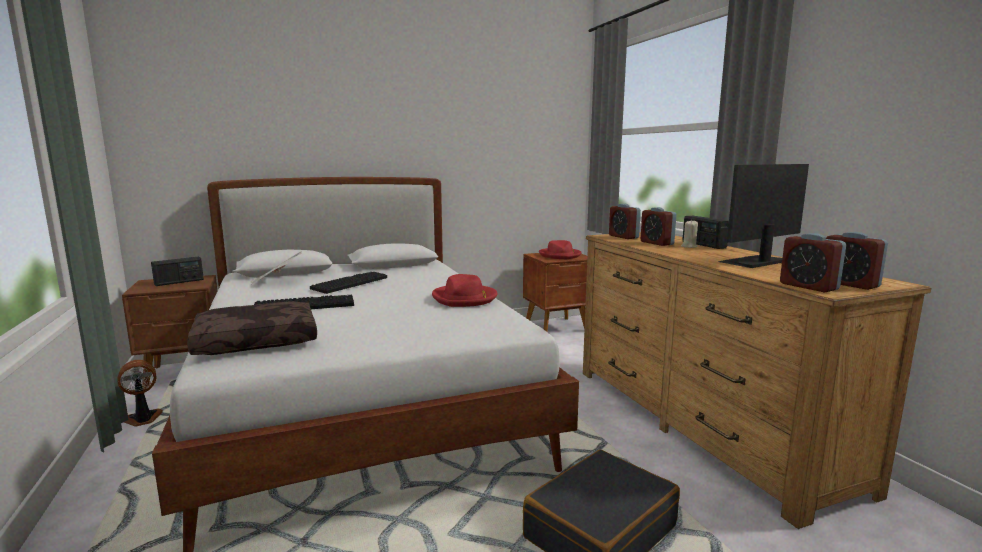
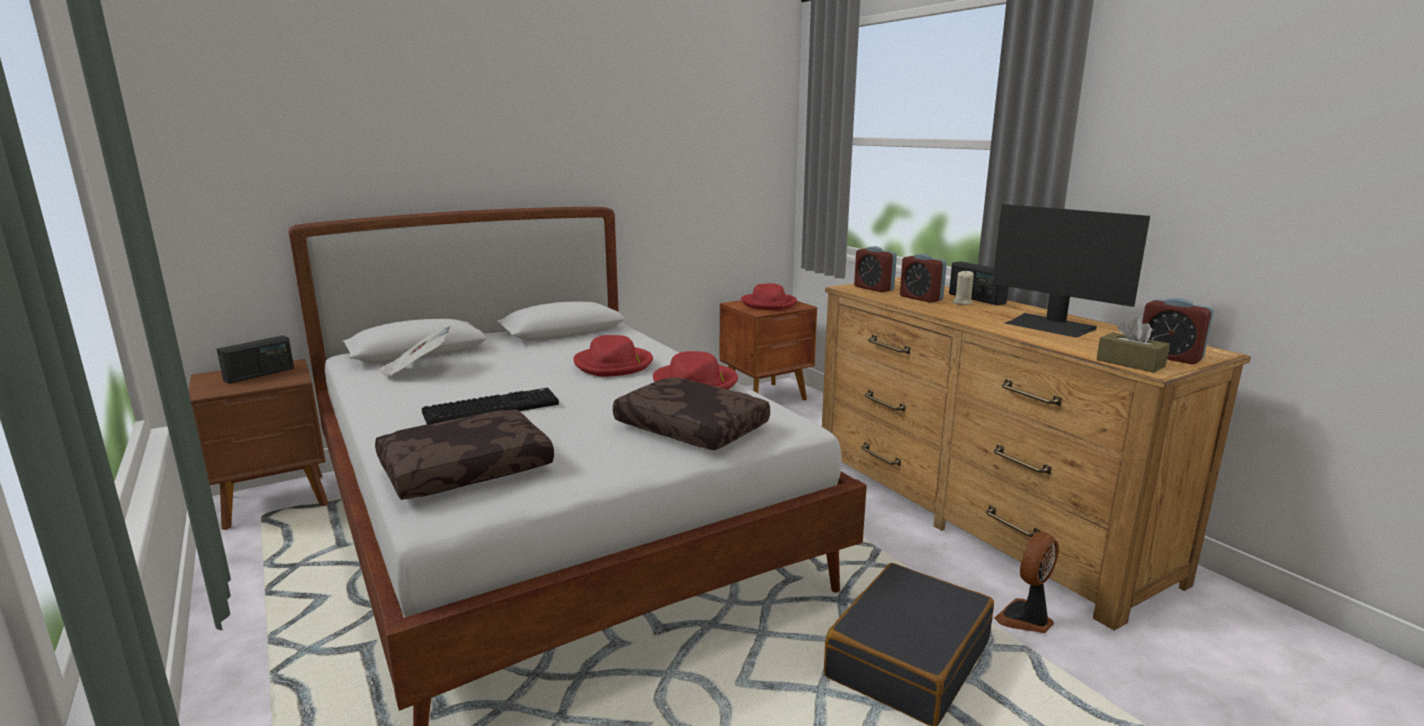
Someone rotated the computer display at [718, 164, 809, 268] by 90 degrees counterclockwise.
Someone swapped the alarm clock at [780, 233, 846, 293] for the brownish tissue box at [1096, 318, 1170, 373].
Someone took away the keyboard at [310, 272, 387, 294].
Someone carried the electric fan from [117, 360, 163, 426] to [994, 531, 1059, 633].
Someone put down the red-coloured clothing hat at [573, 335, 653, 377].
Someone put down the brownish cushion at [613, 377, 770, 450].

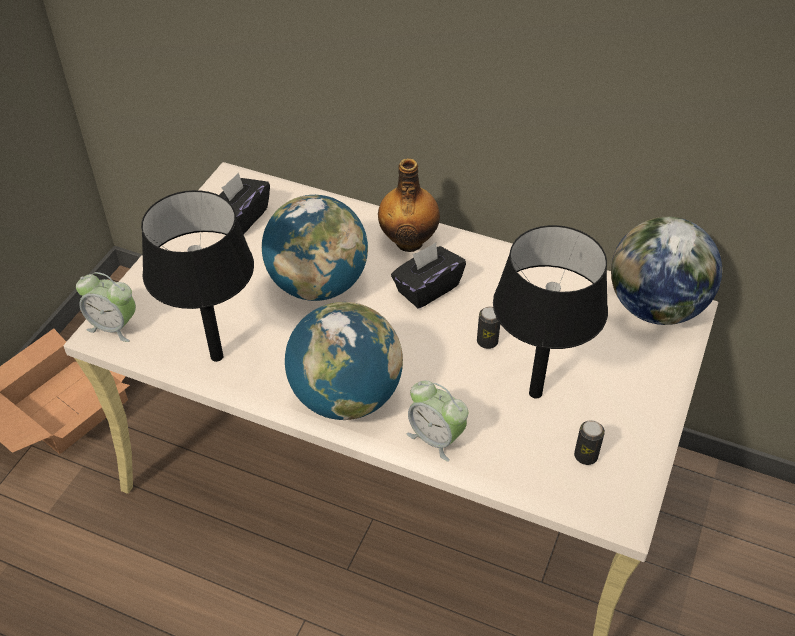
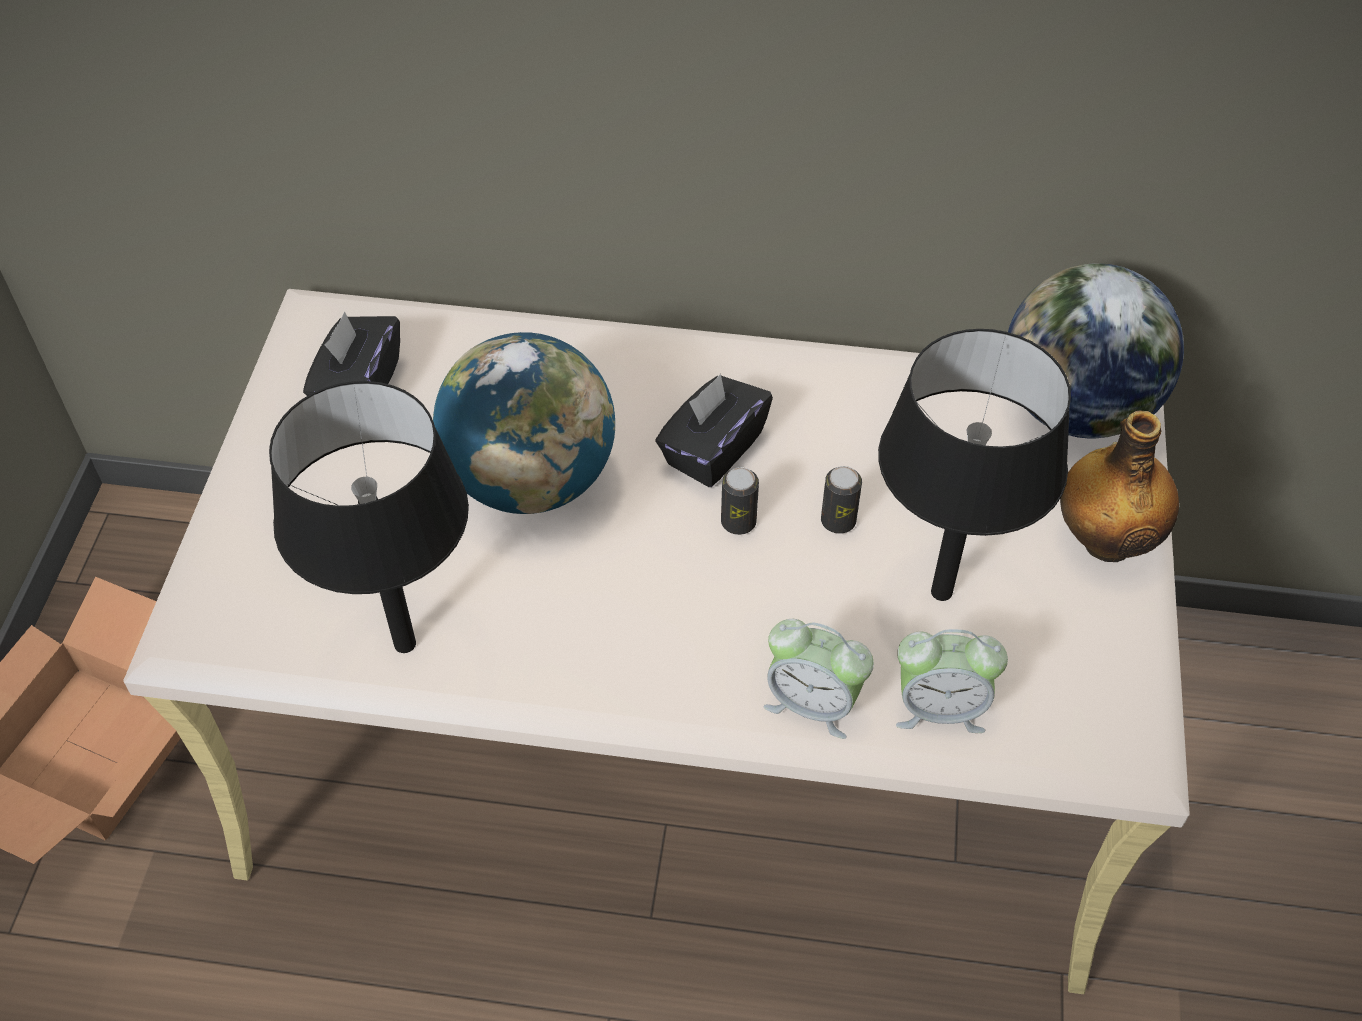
Someone carried the bottle from [378, 158, 440, 252] to [1060, 411, 1179, 562].
Someone carried the alarm clock from [76, 272, 136, 342] to [896, 629, 1008, 733].
Someone took away the desk globe at [285, 302, 403, 420].
Someone carried the can from [574, 420, 605, 465] to [721, 467, 759, 535].

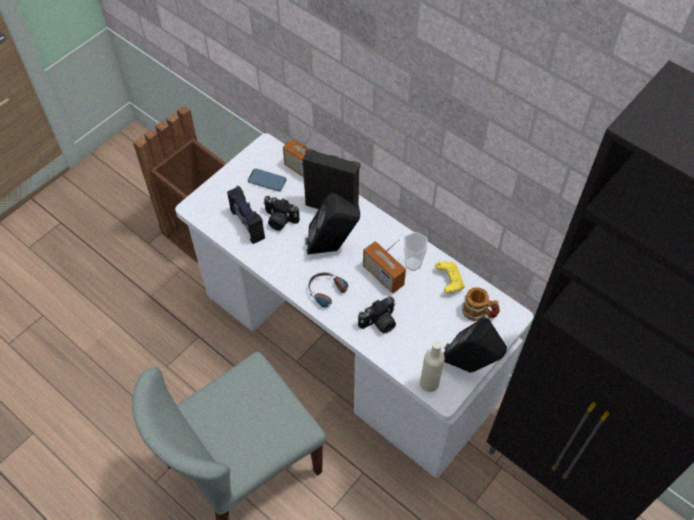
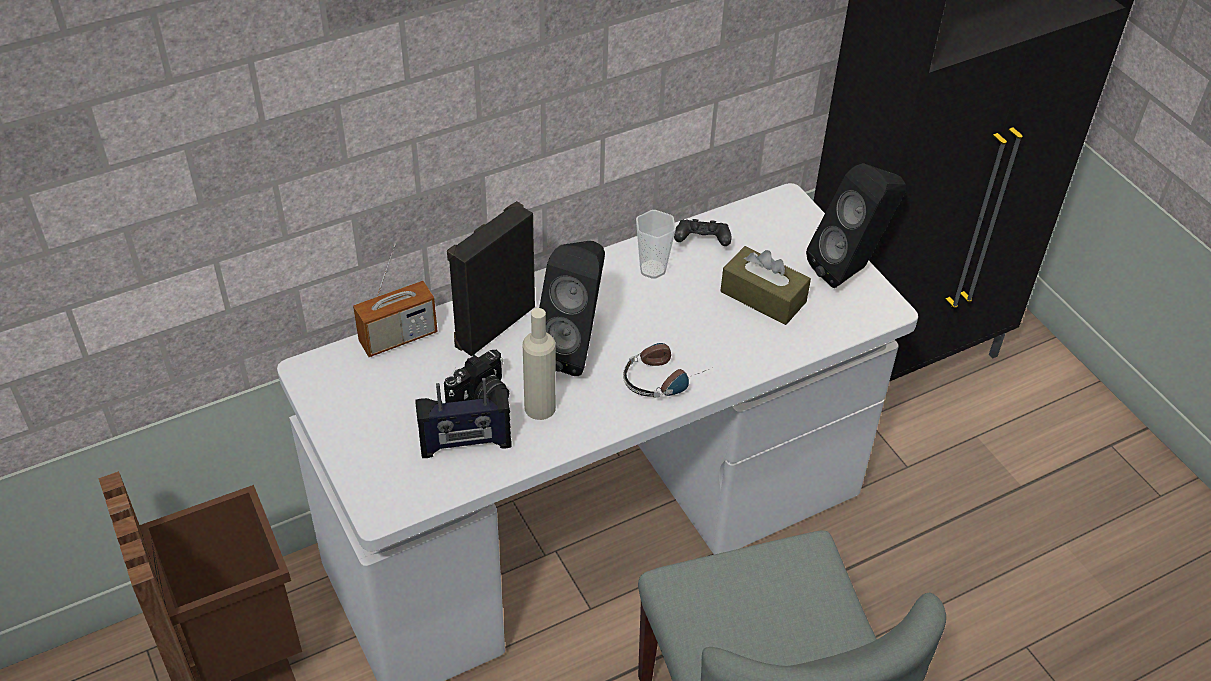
Someone took away the phone at [248, 168, 286, 192].
Someone took away the radio receiver at [363, 239, 406, 294].
Someone repainted the yellow-coloured joypad at [435, 261, 465, 293], which became the black joypad at [674, 219, 731, 246].
Someone took away the tea mug at [462, 287, 500, 321].
Someone took away the photo camera at [358, 297, 396, 334].
Someone carried the sand-coloured bottle from [420, 341, 445, 392] to [523, 308, 556, 420].
Someone put down the brownish tissue box at [720, 246, 811, 325].

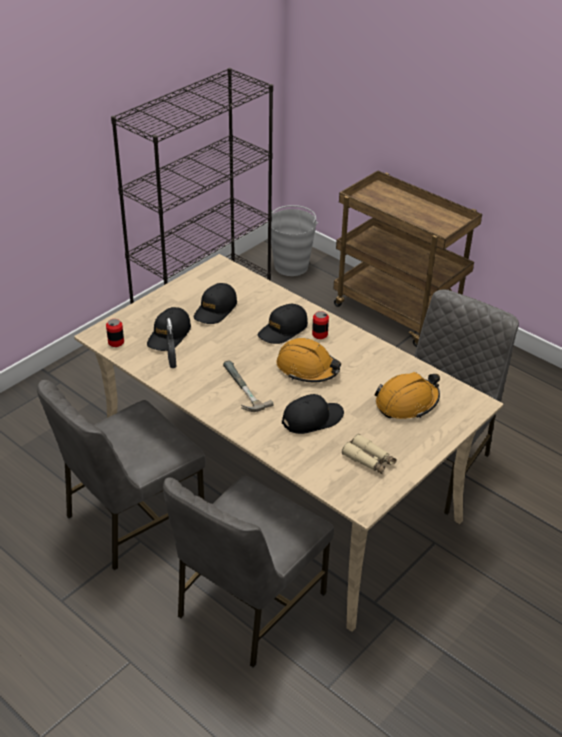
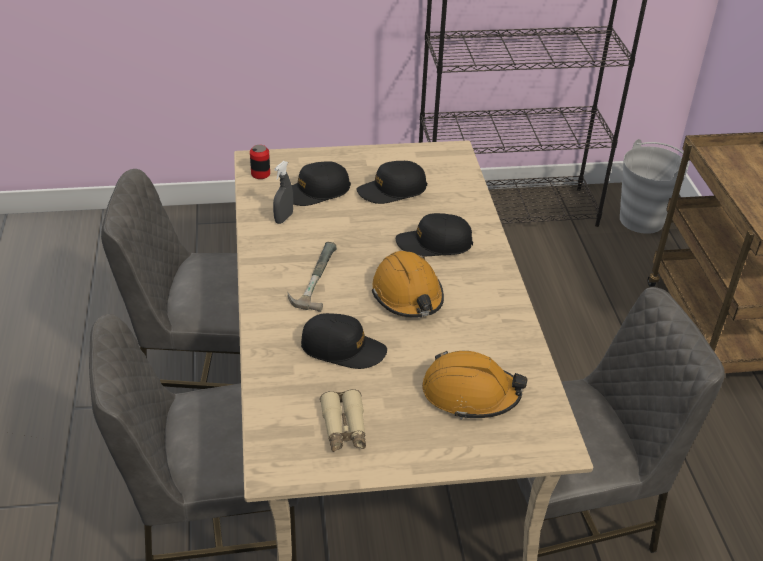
Someone took away the can at [312, 311, 329, 339].

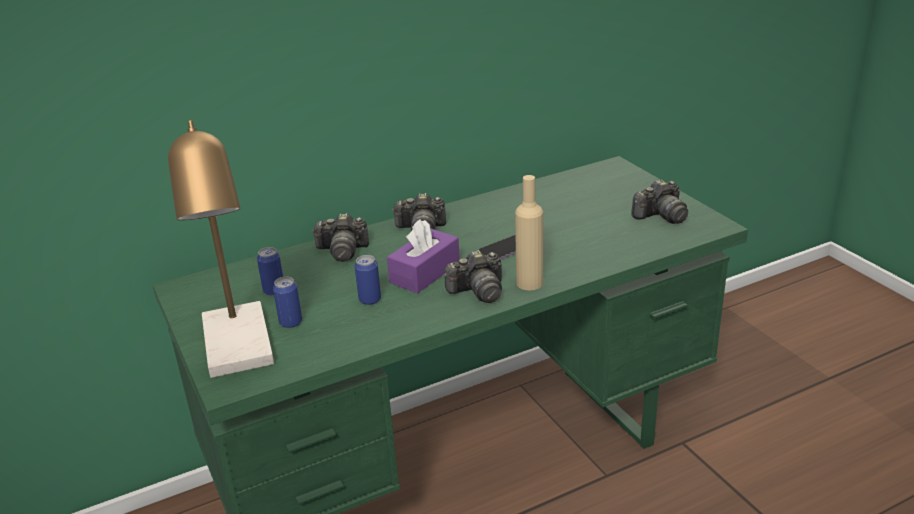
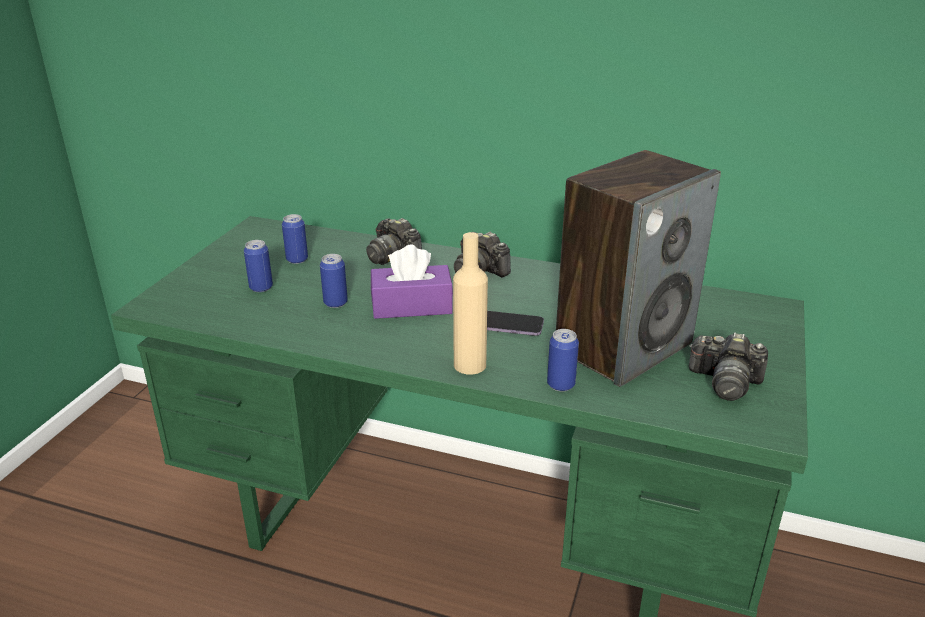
Someone took away the table lamp at [168, 120, 274, 378].
Someone took away the photo camera at [444, 250, 502, 303].
Someone put down the loudspeaker at [556, 150, 721, 387].
Someone put down the can at [547, 329, 579, 391].

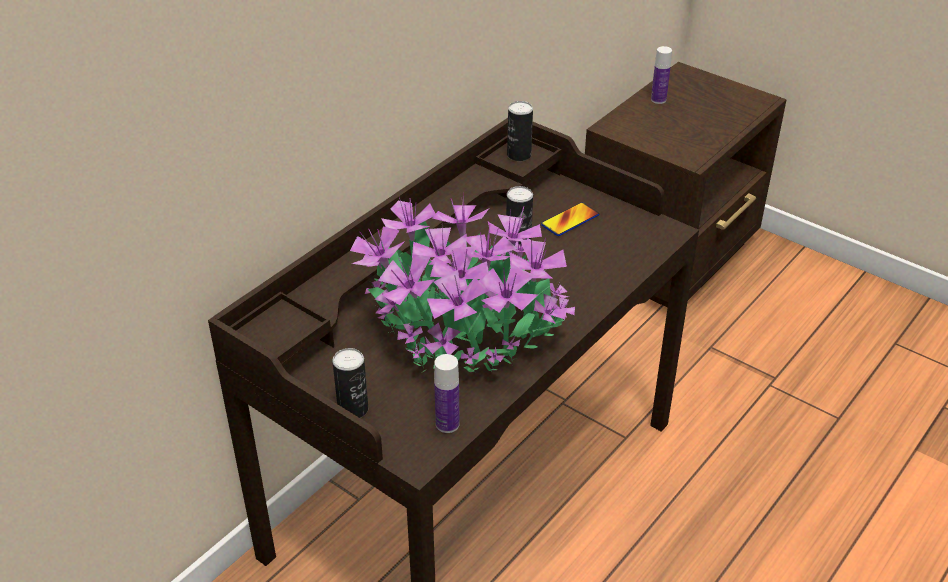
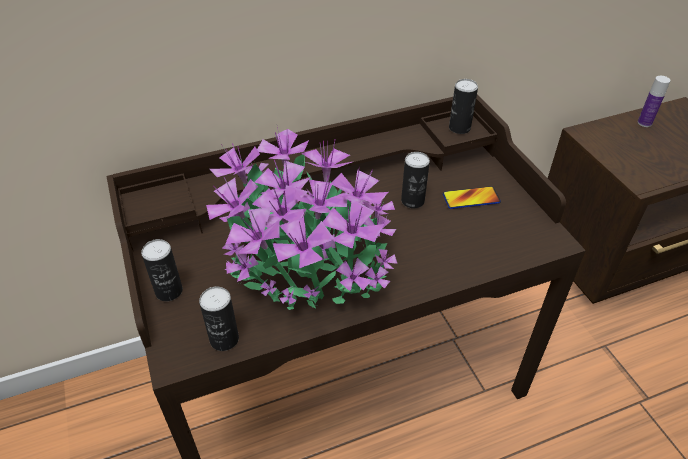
Someone swapped the bottle at [434, 354, 459, 433] for the can at [199, 286, 239, 351].

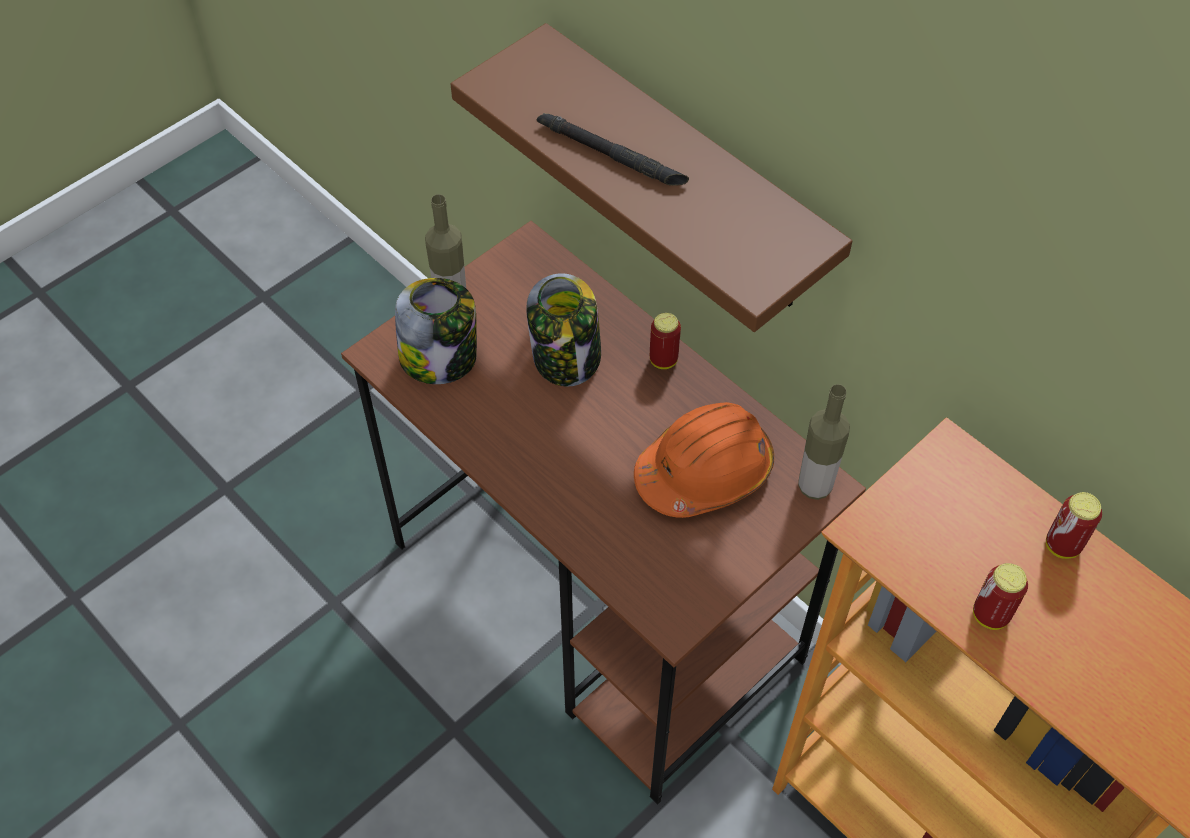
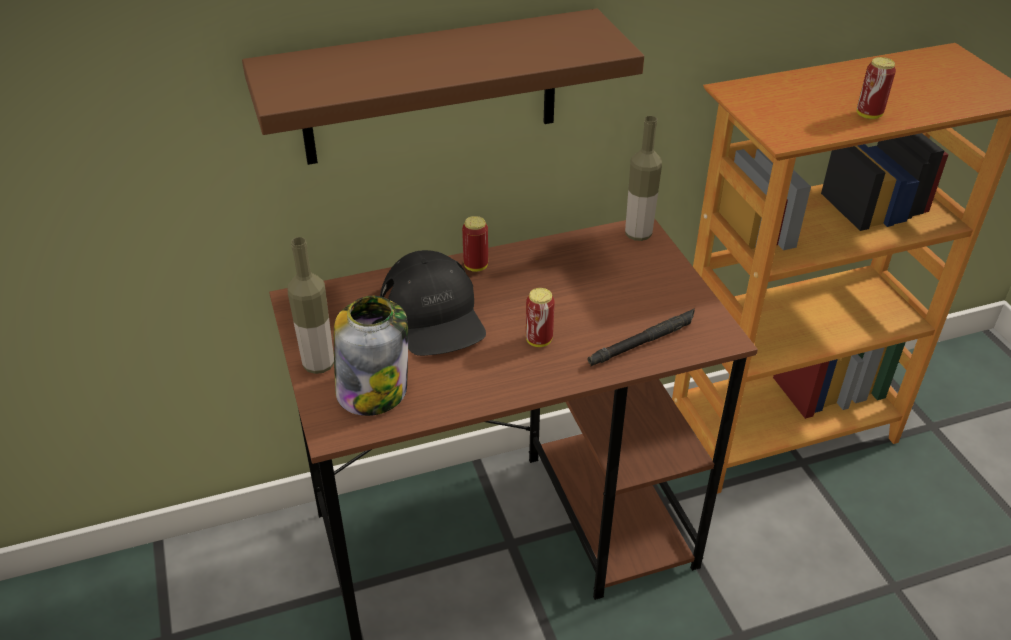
Someone carried the black flashlight from [537, 113, 689, 186] to [588, 308, 695, 366].
Someone swapped the storage jar at [526, 273, 601, 386] for the black baseball cap at [380, 250, 486, 356].
Someone took away the orange-coloured work helmet at [634, 402, 774, 518].
Someone carried the can from [1046, 492, 1102, 559] to [526, 288, 555, 347].

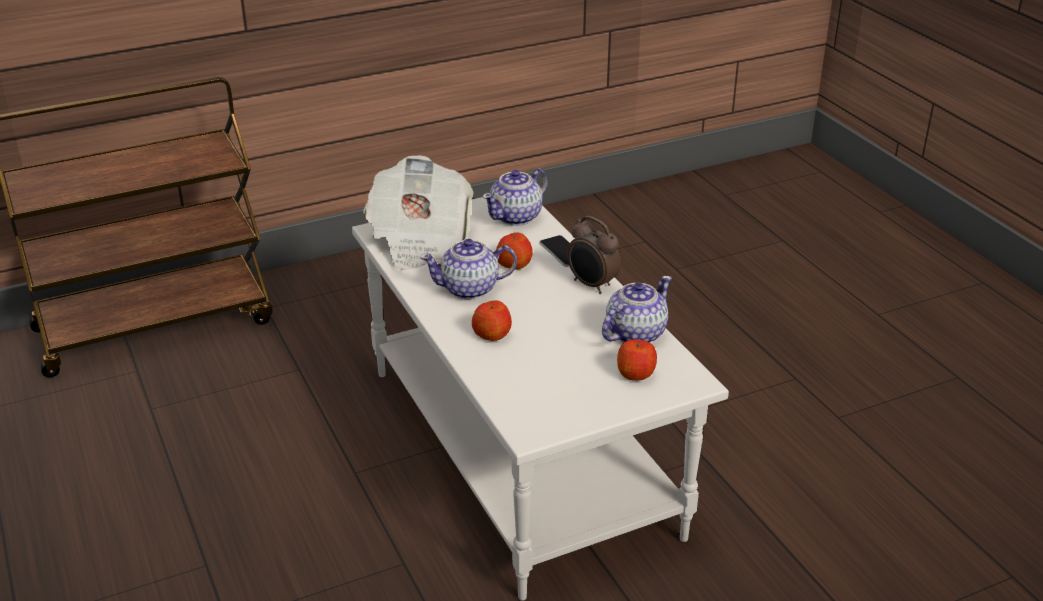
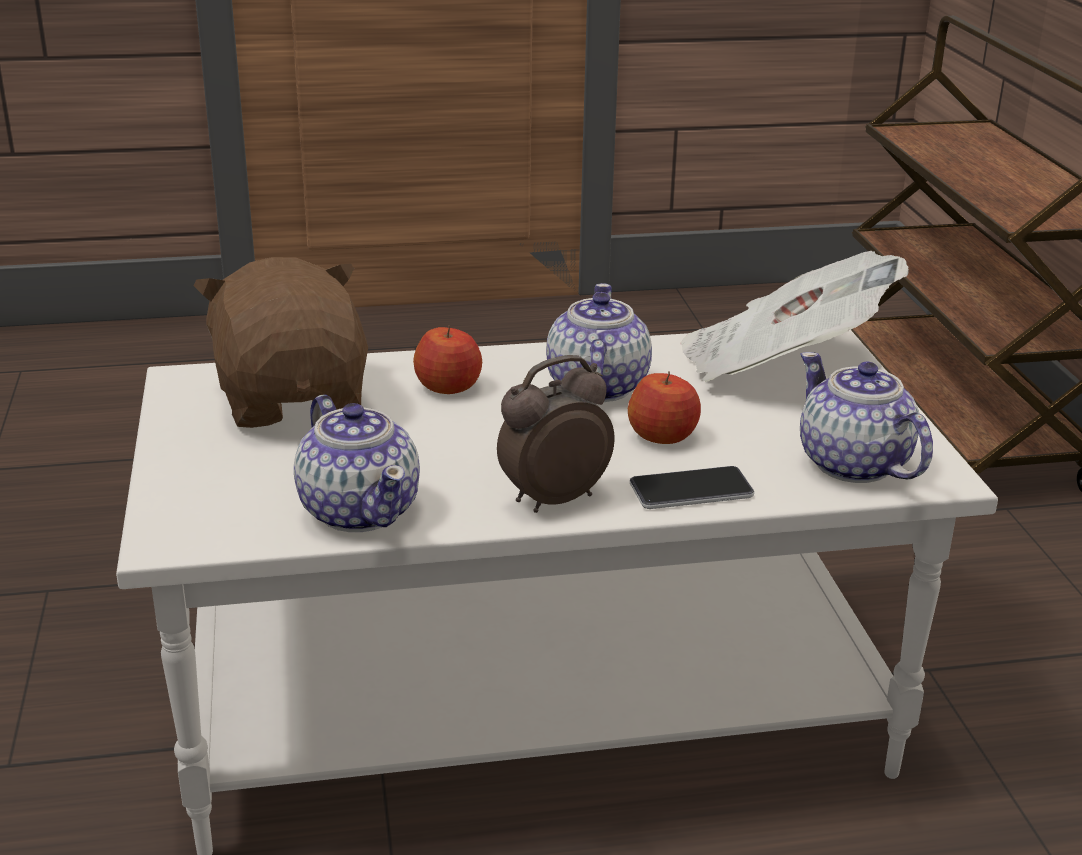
Someone took away the apple fruit at [617, 339, 657, 381].
Someone put down the brownish soft toy at [194, 257, 368, 428].

